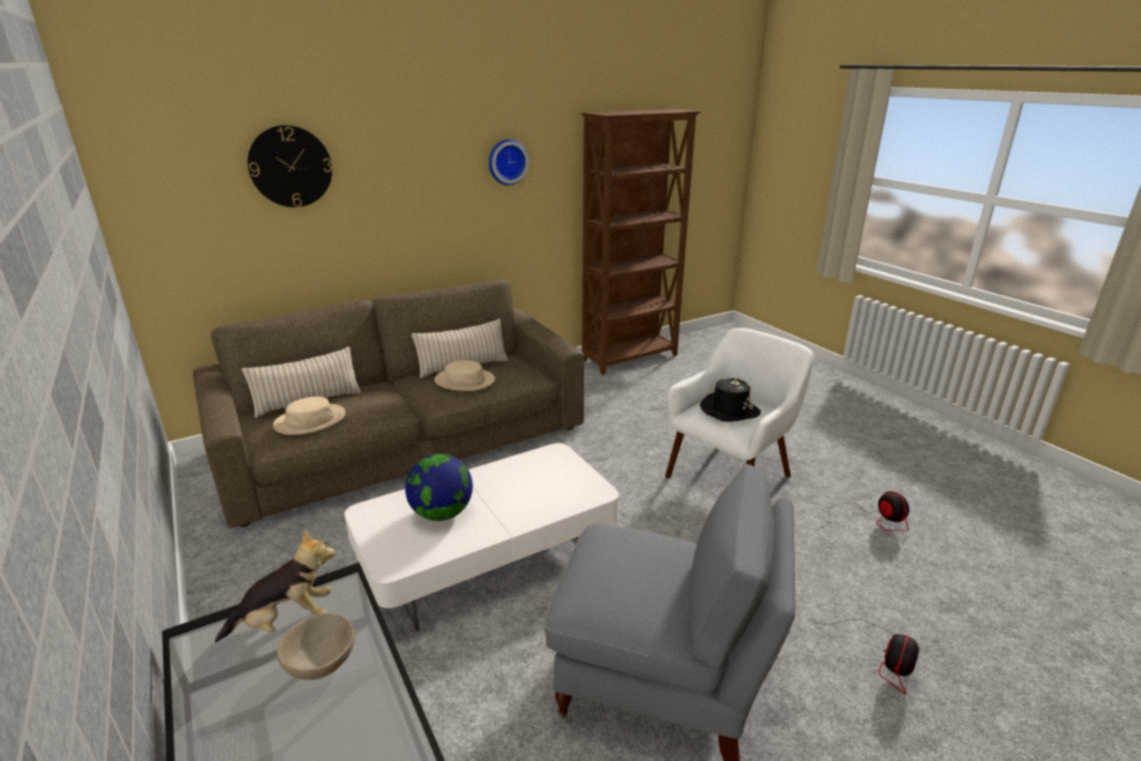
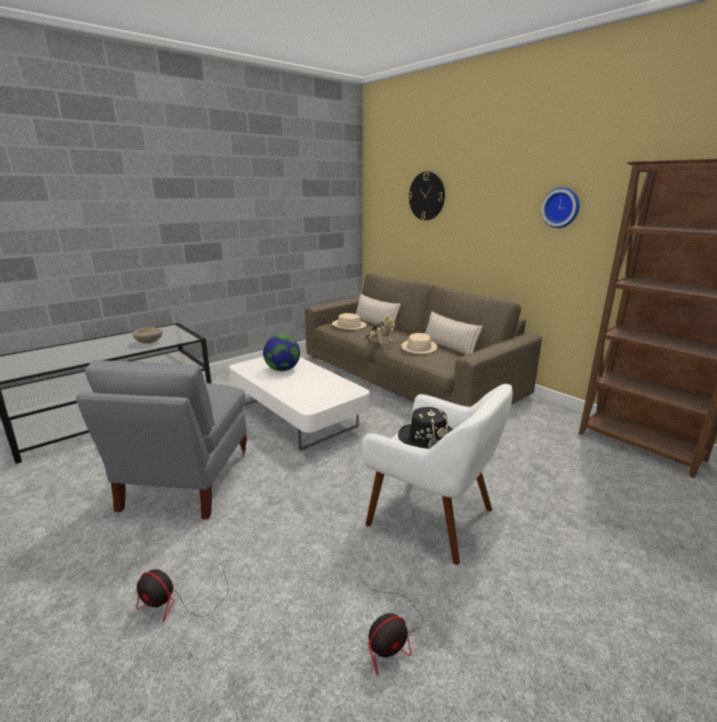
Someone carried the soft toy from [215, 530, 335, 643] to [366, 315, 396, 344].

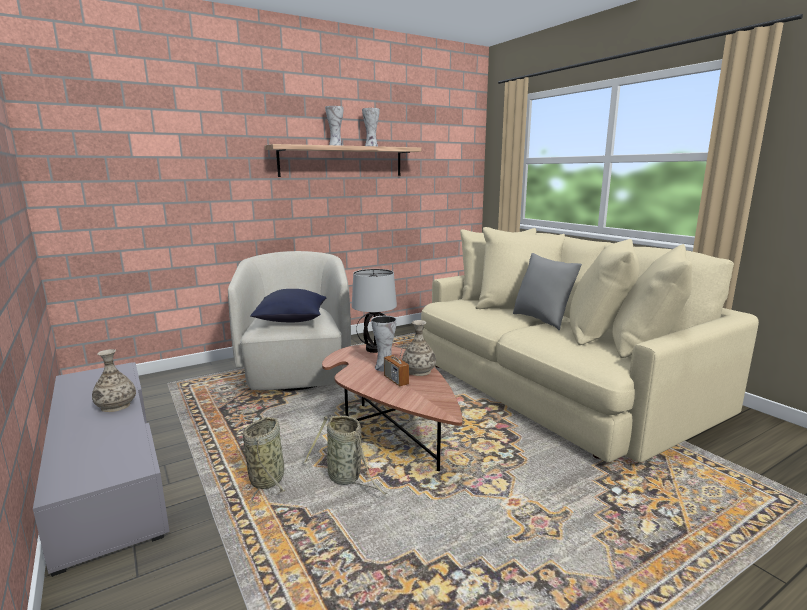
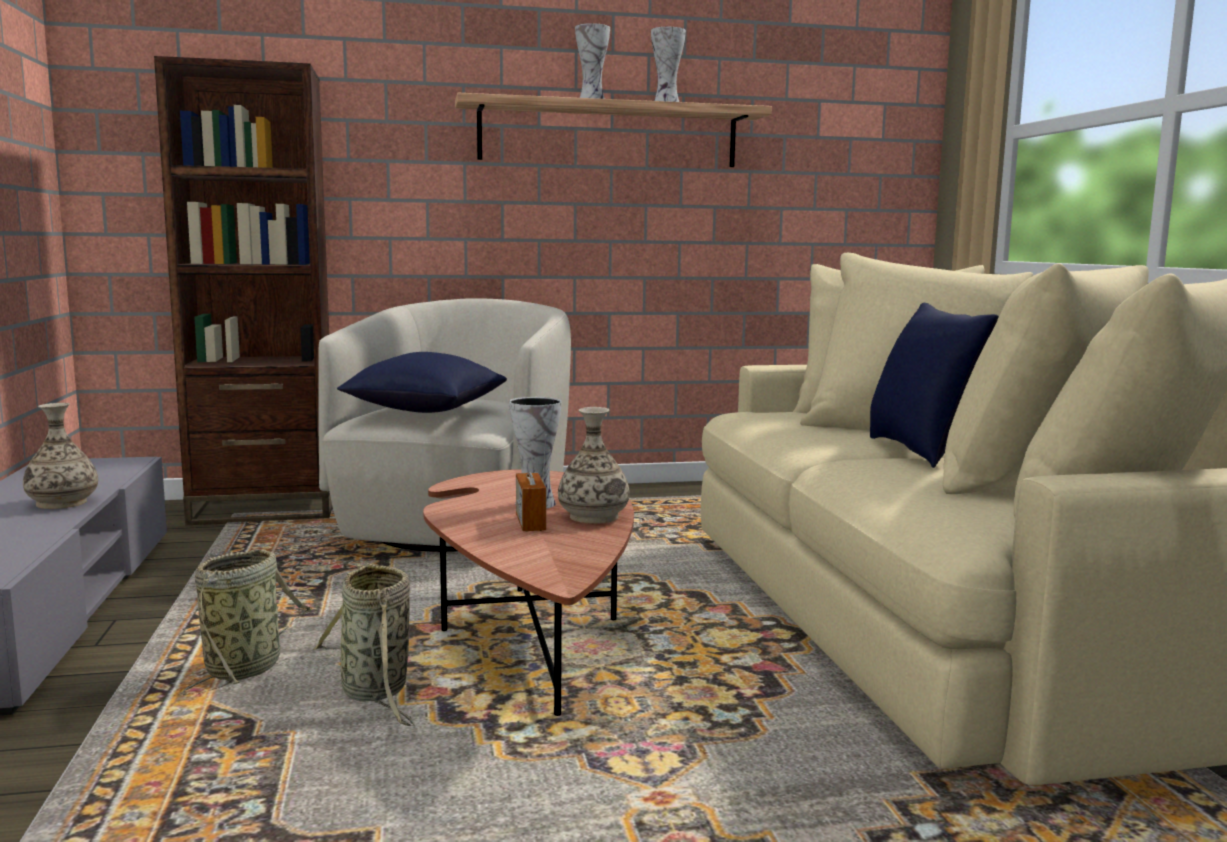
Someone repainted the gray cushion at [513, 253, 582, 330], which became the blue-coloured cushion at [870, 303, 999, 468].
Someone took away the table lamp at [352, 269, 397, 353].
Someone put down the brownish bookshelf at [154, 56, 333, 525].

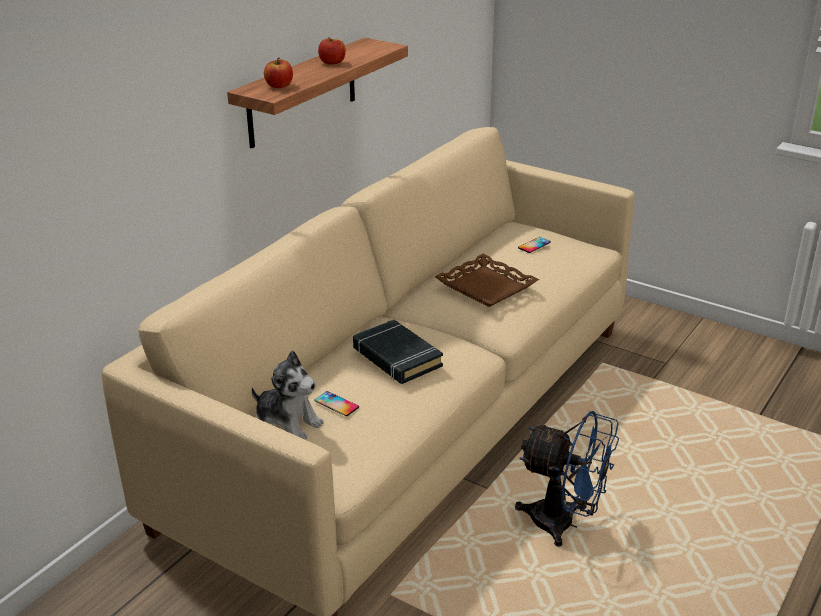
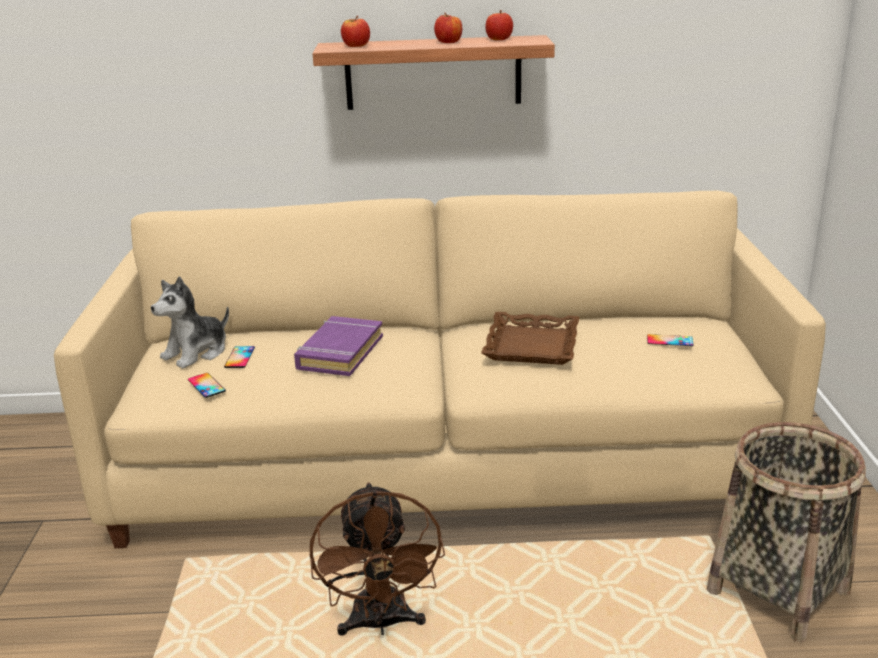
Someone repainted the black bound book at [353, 319, 443, 384], which became the purple-coloured bound book at [294, 316, 383, 376].
Someone rotated the soft toy at [252, 350, 324, 439] by 45 degrees clockwise.
Someone repainted the blue-coloured electric fan at [515, 411, 619, 547], which became the brownish electric fan at [310, 482, 445, 636].
Someone put down the apple fruit at [485, 10, 513, 40].
Someone put down the phone at [188, 373, 226, 398].
Someone put down the storage basket at [707, 422, 866, 642].

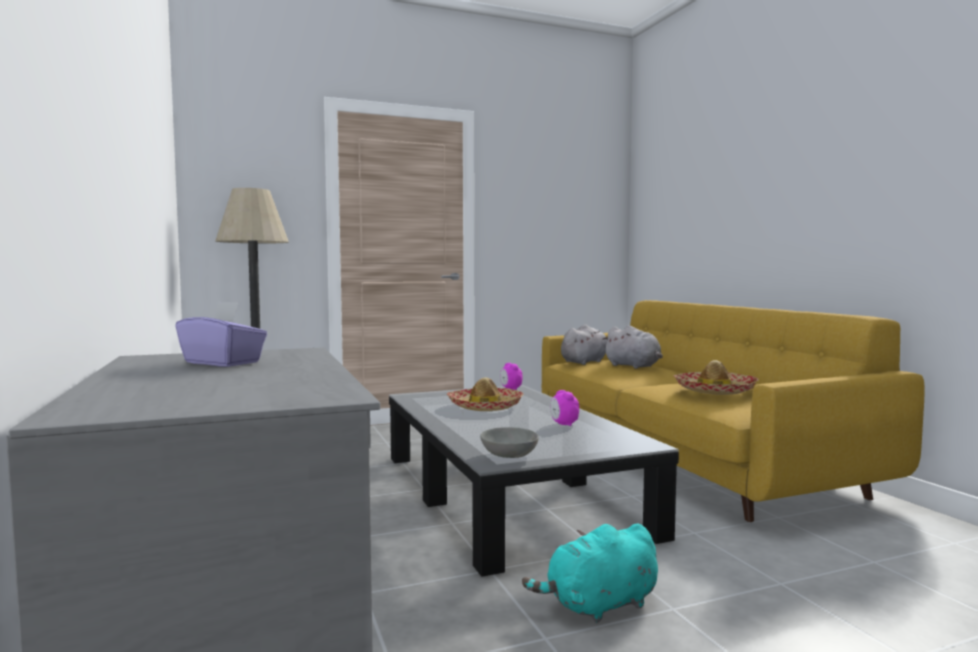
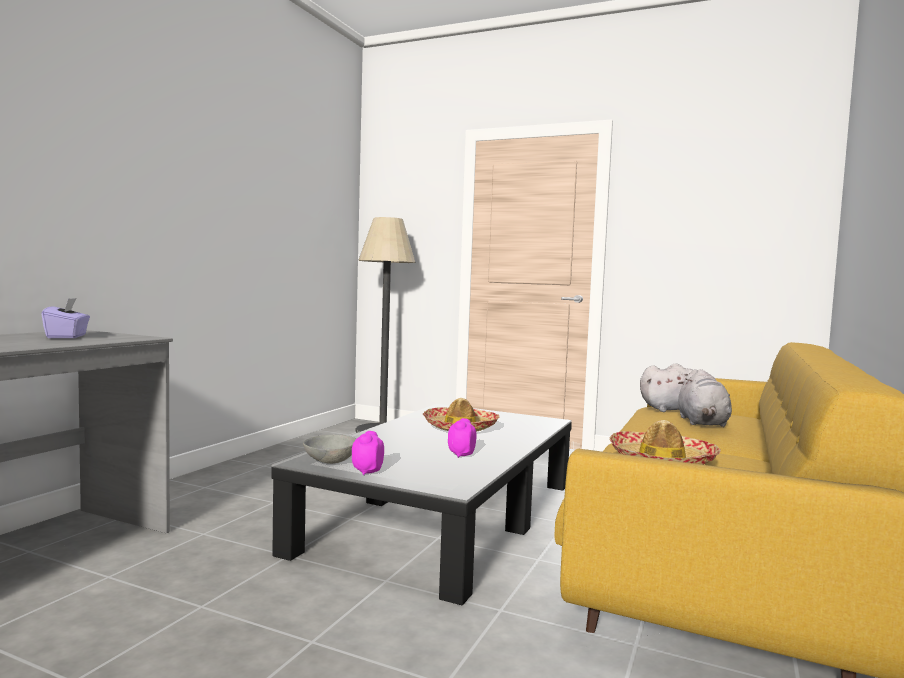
Someone carried the alarm clock from [500, 363, 523, 390] to [352, 431, 384, 475].
Someone took away the turquoise soft toy at [522, 523, 658, 623].

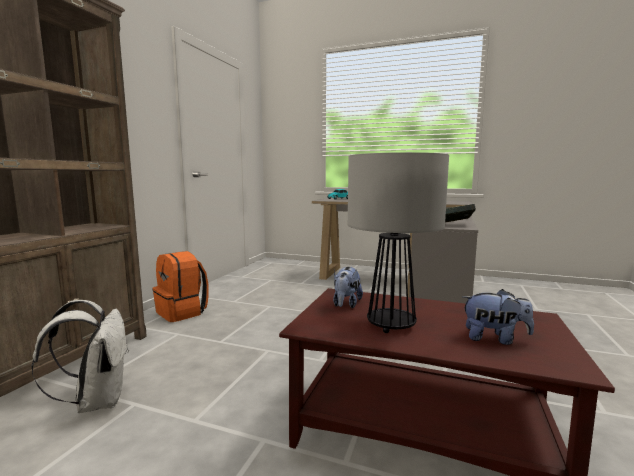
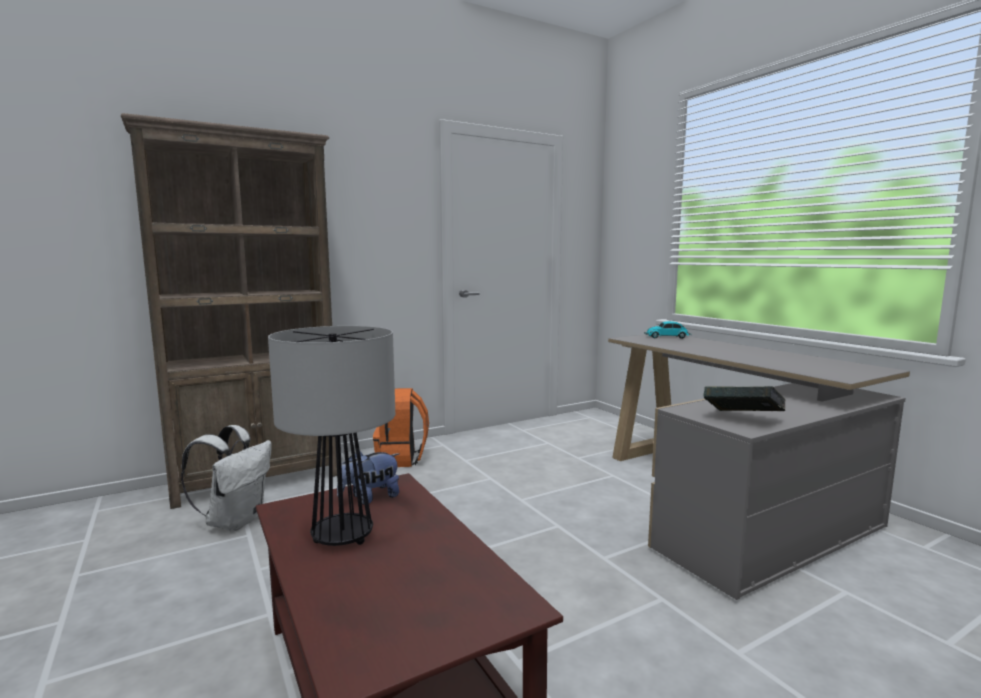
Someone took away the soft toy at [462, 289, 534, 345].

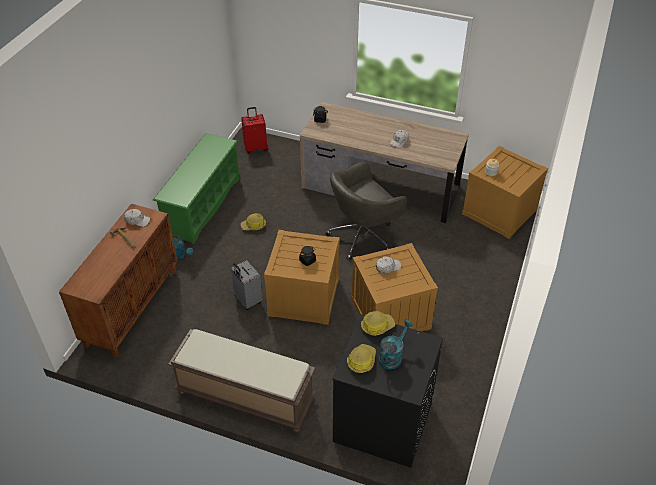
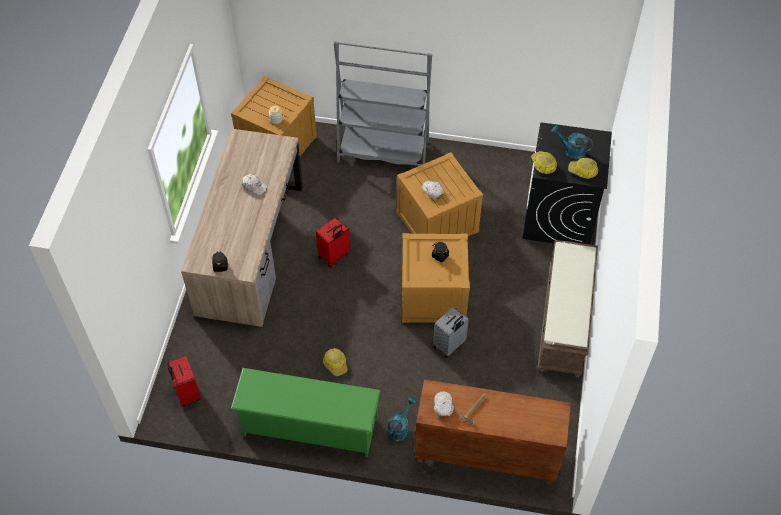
Someone swapped the gray computer chair at [326, 161, 407, 261] for the red-coloured travel case at [316, 217, 350, 268].
Someone put down the gray bookshelf at [334, 41, 432, 166].

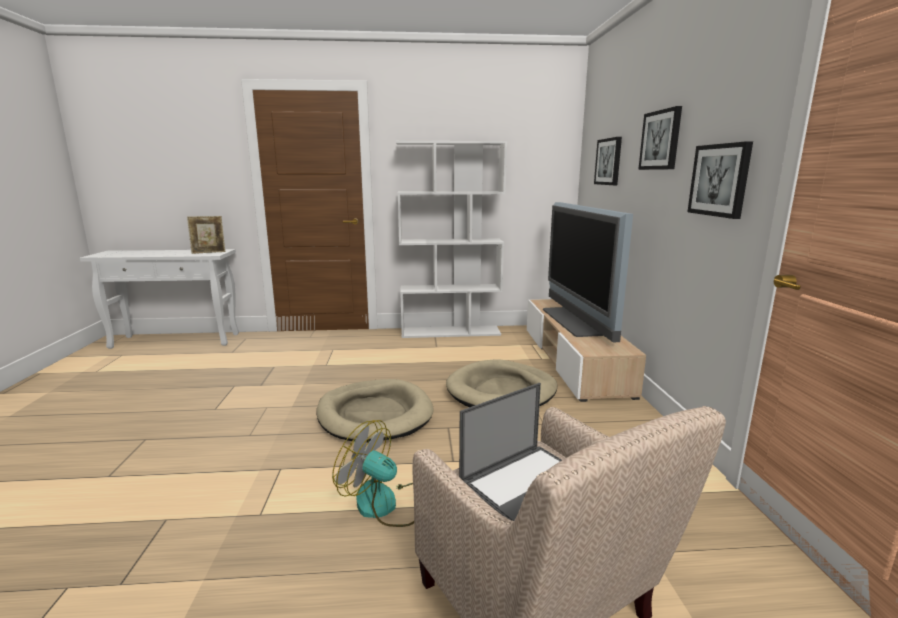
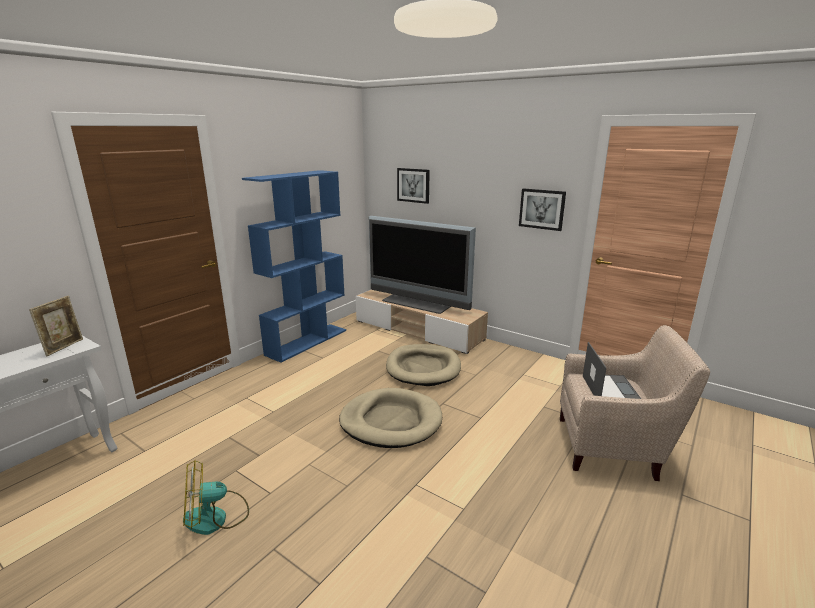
Someone took away the wall art at [638, 106, 682, 170].
Someone repainted the white bookshelf at [396, 141, 507, 338], which became the blue-coloured bookshelf at [242, 170, 346, 363].
Someone carried the electric fan from [332, 420, 414, 527] to [183, 461, 249, 535].

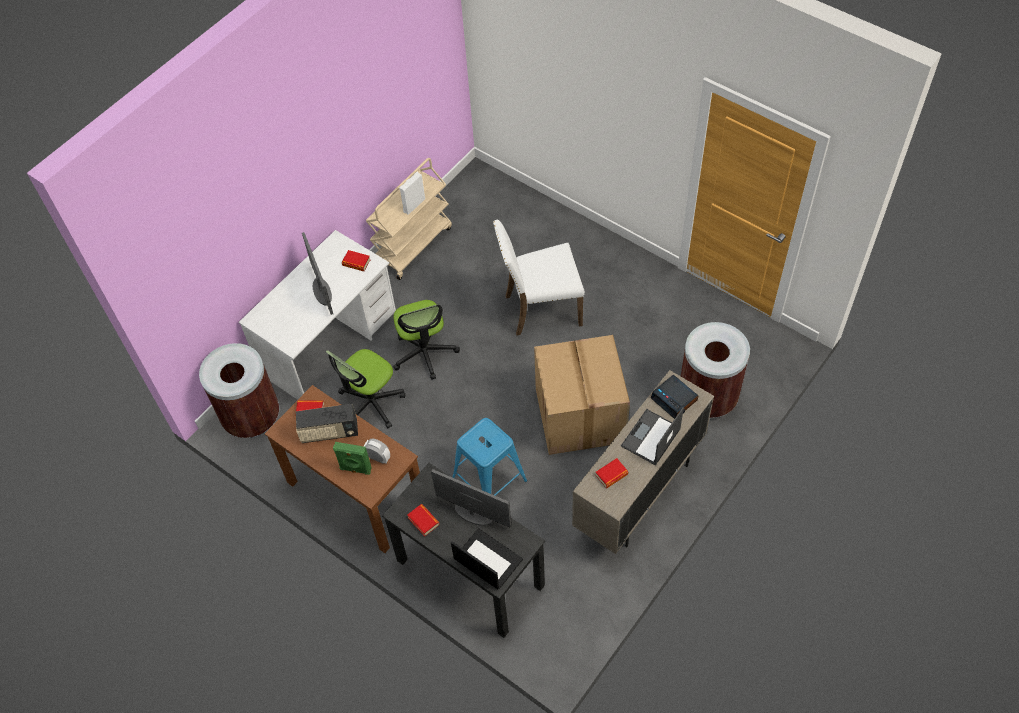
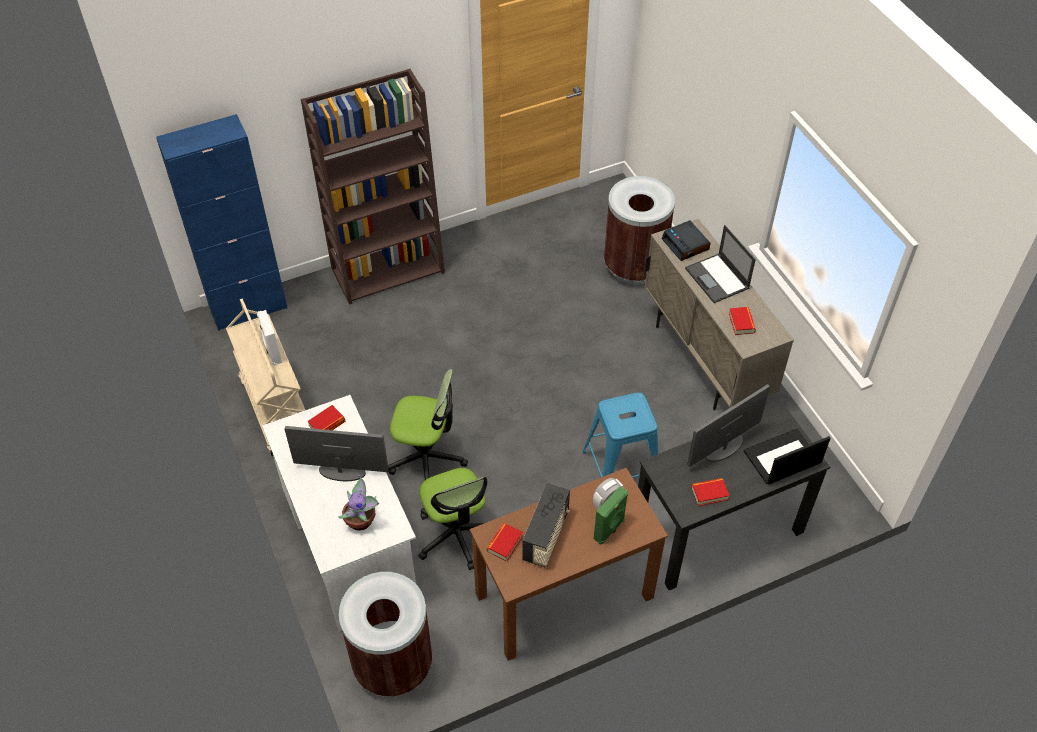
Someone took away the white chair at [493, 220, 585, 335].
Someone took away the packing box at [534, 335, 630, 455].
Someone rotated the alarm clock at [651, 375, 698, 419] by 75 degrees clockwise.
Someone put down the brownish bookshelf at [301, 69, 445, 305].
Someone put down the blue-coloured cupboard at [156, 114, 287, 331].
Someone put down the plant in a pot at [338, 475, 379, 531].

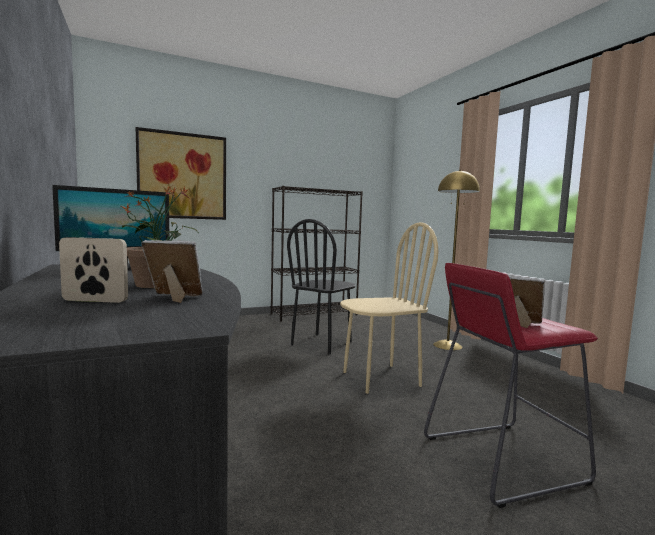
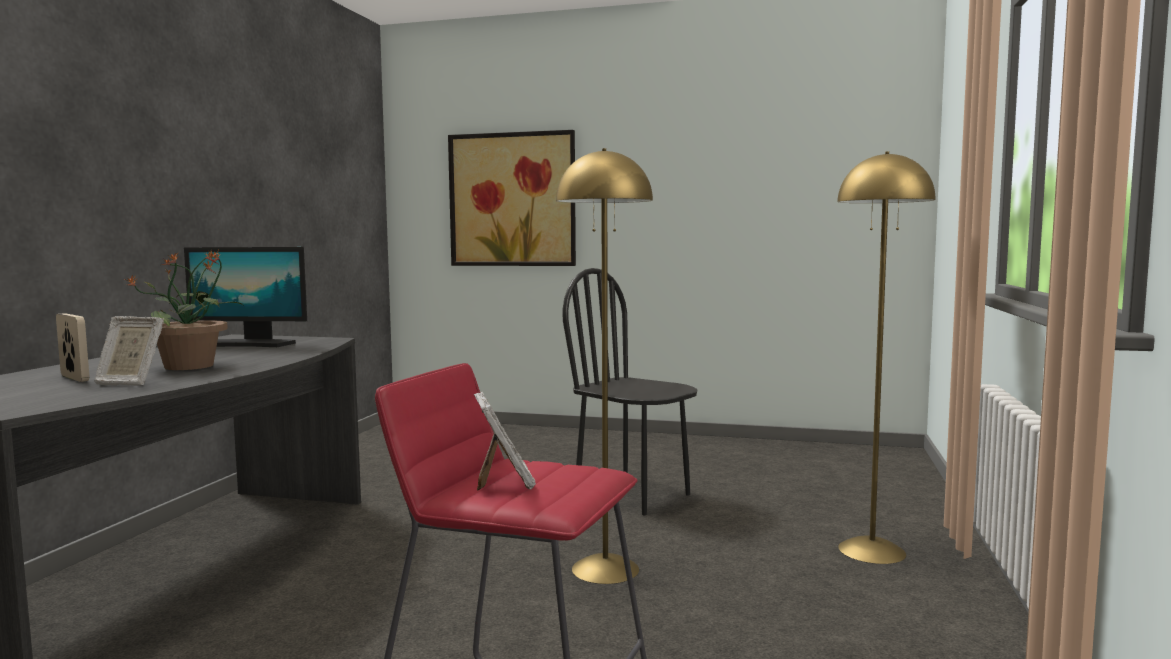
Someone took away the black bookshelf at [270, 186, 363, 322].
Someone rotated the black chair at [287, 219, 355, 354] by 60 degrees clockwise.
Someone swapped the sand-coloured chair at [340, 222, 438, 394] for the yellow-coloured standing lamp at [556, 148, 653, 584].
Someone rotated the standing frame at [141, 240, 203, 303] by 150 degrees clockwise.

